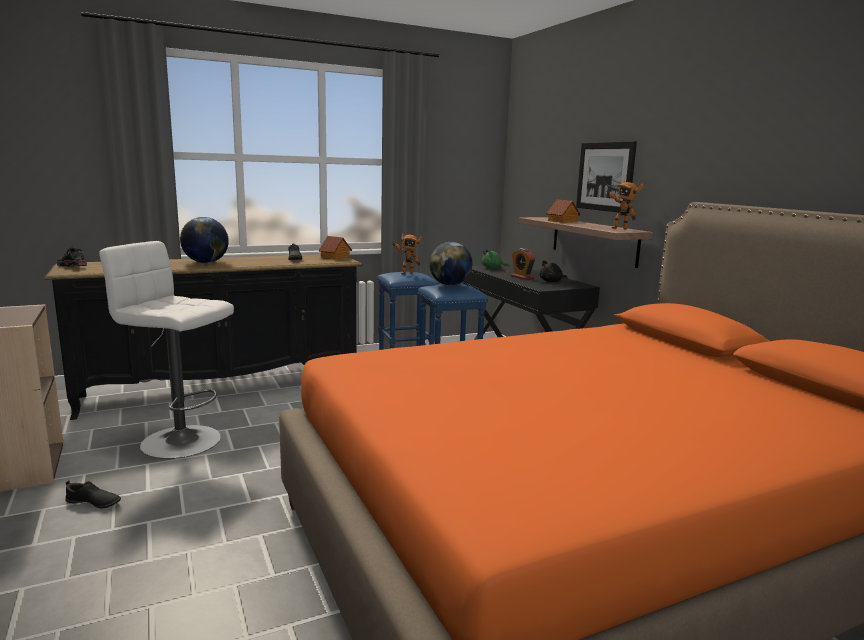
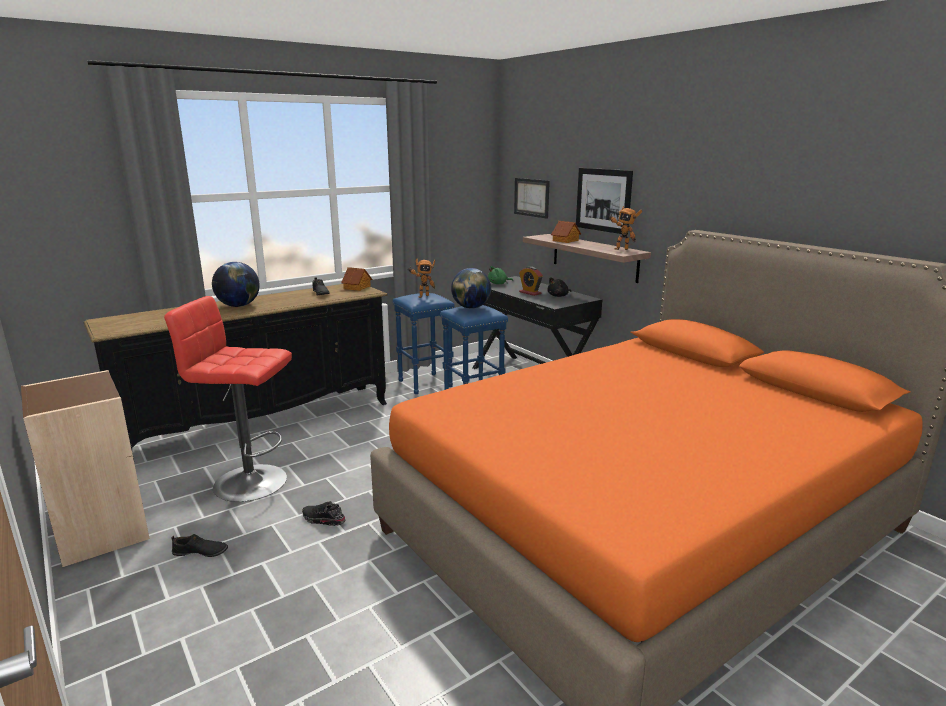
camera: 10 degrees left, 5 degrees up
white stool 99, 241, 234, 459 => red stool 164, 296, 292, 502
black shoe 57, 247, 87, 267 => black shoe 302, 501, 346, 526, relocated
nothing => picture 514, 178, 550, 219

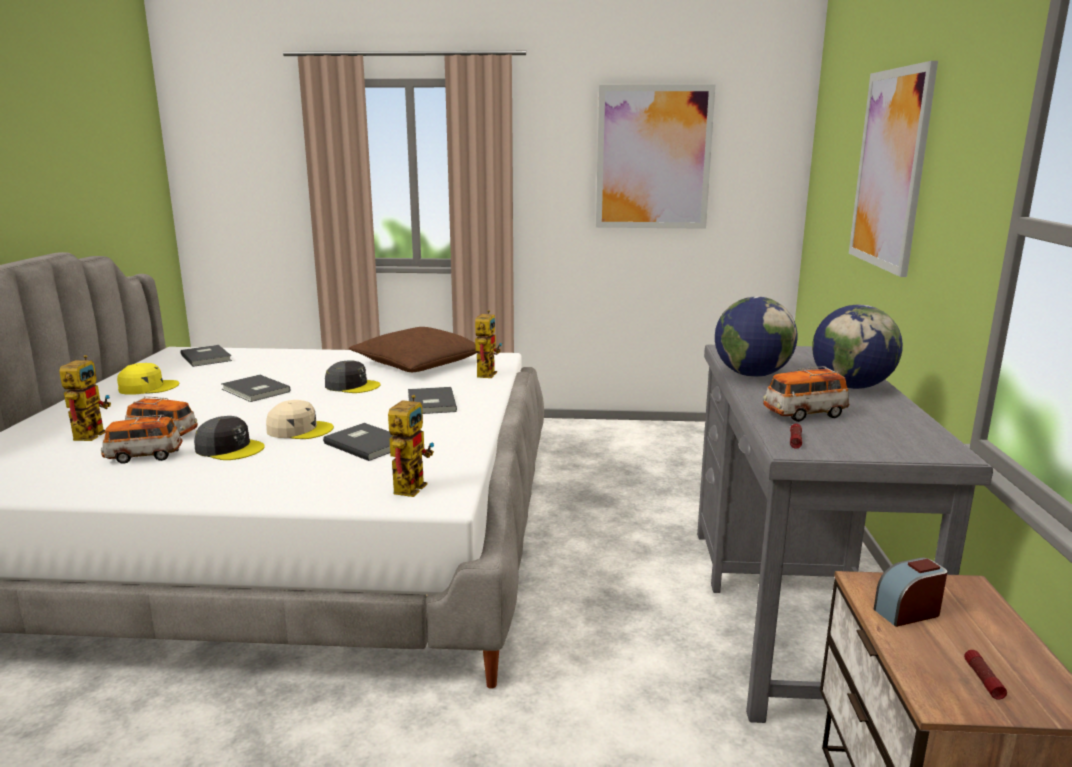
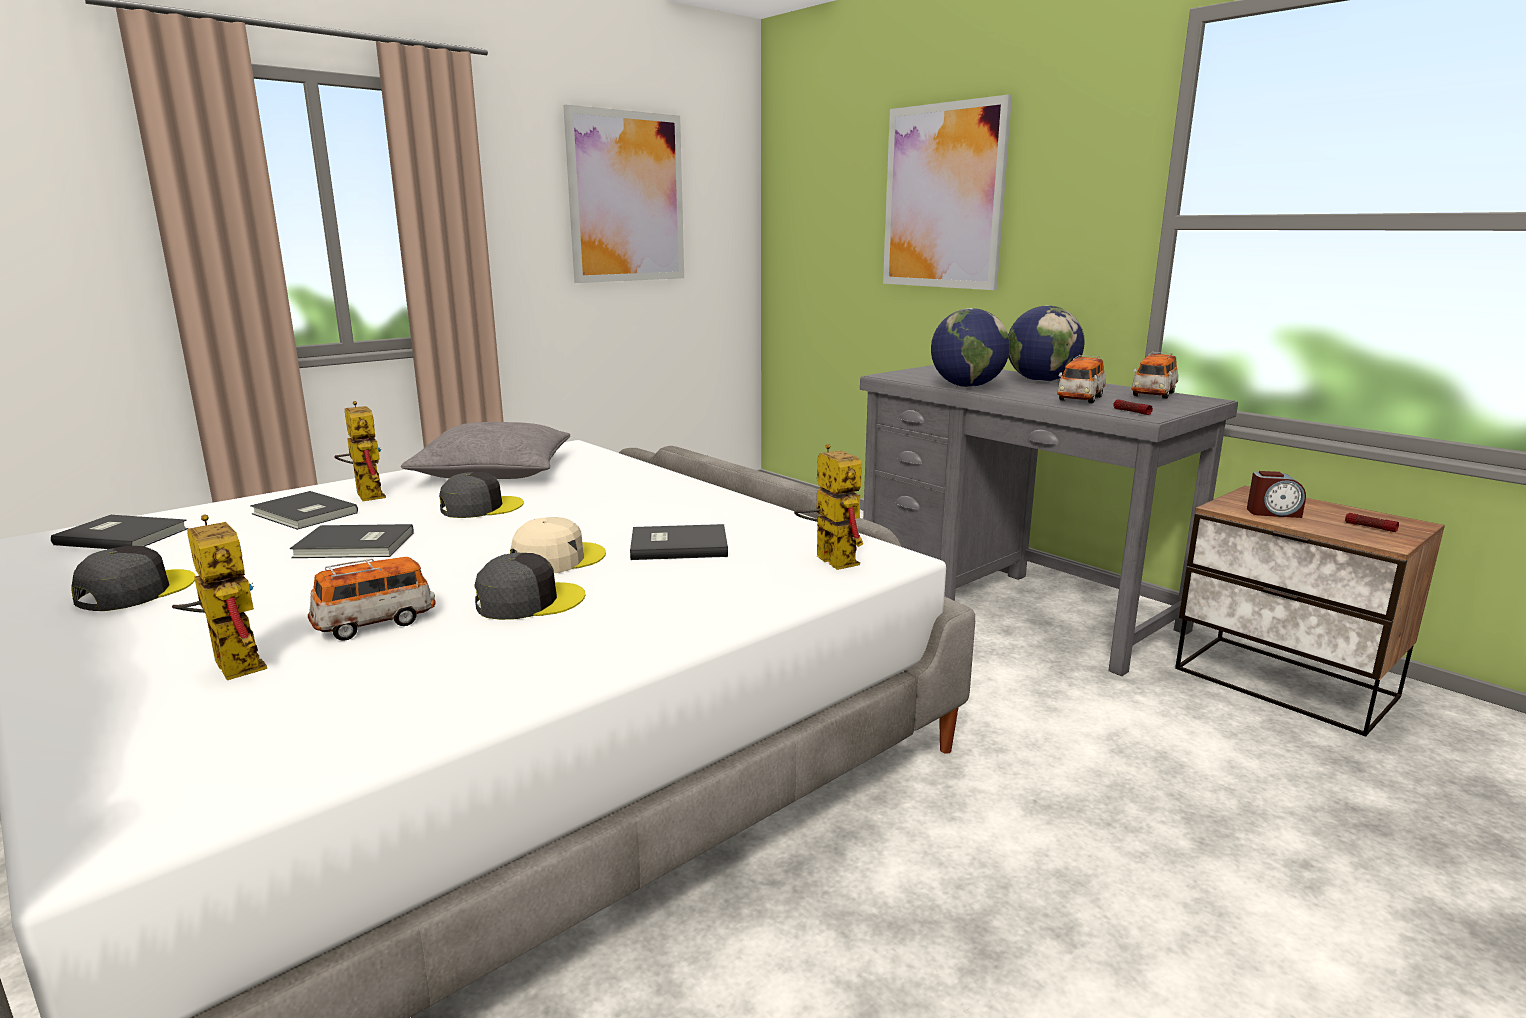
camera: 45 degrees left, 0 degrees up
yellow cap 117, 363, 179, 395 => grey cap 71, 546, 196, 611
grey book 408, 387, 457, 414 => grey book 250, 491, 358, 530, relocated
toy robot 474, 310, 502, 378 => toy robot 334, 401, 386, 501, relocated
brown pillow 349, 327, 479, 372 => grey pillow 401, 422, 570, 479
toy car 101, 415, 183, 464 => toy car 1132, 352, 1178, 399, relocated
alarm clock 874, 558, 947, 627 => alarm clock 1247, 471, 1306, 518, 105 degrees counterclockwise

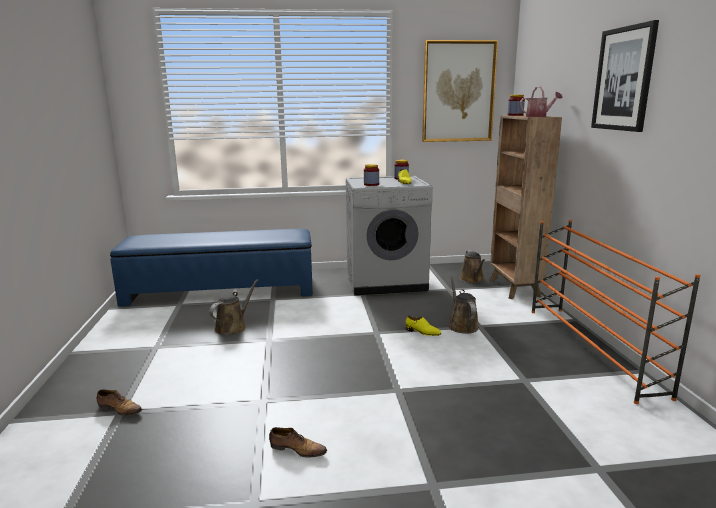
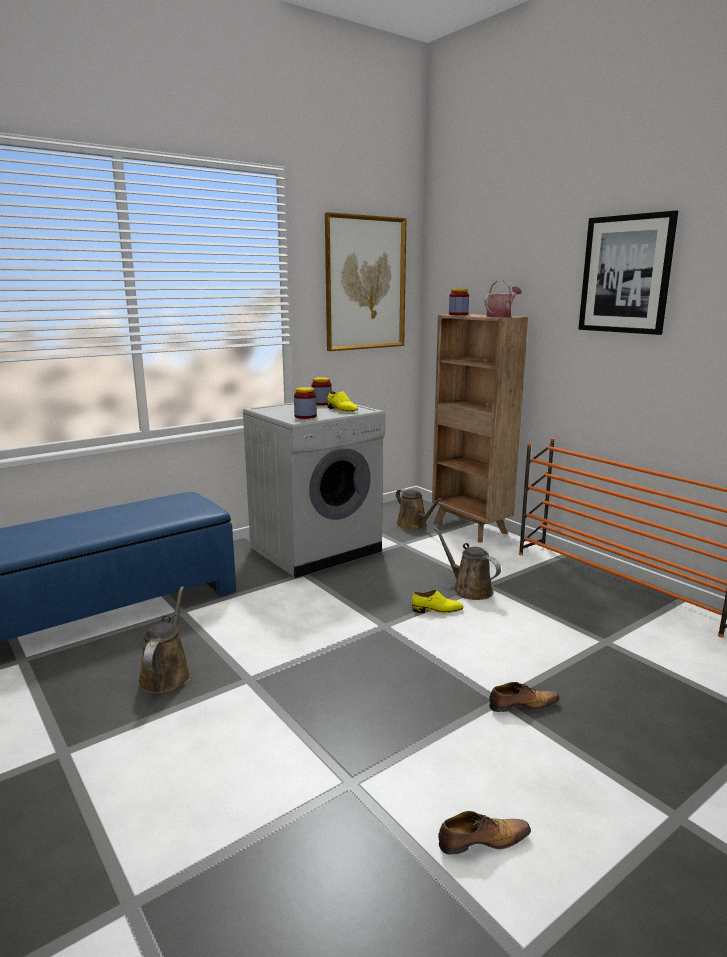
camera: 30 degrees left, 0 degrees up
shoe 97, 389, 142, 416 => shoe 489, 682, 560, 712, relocated

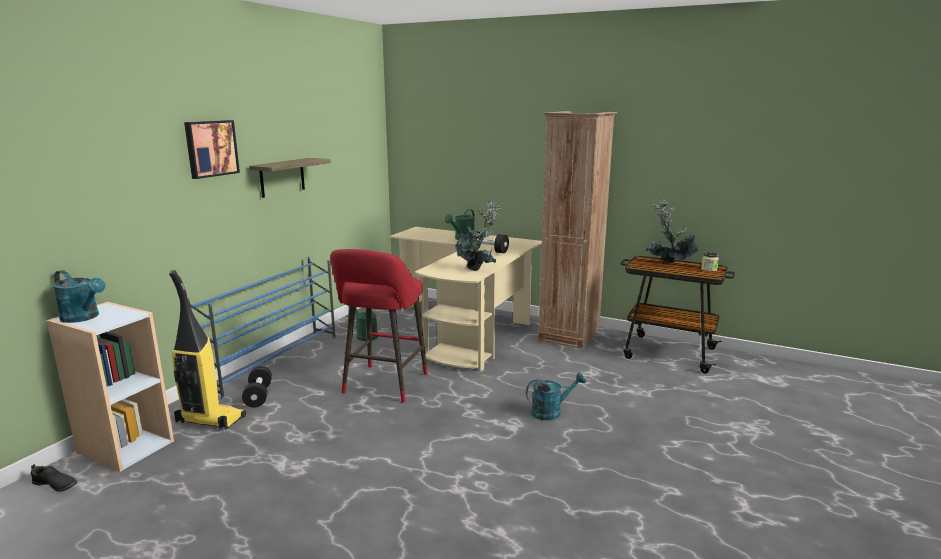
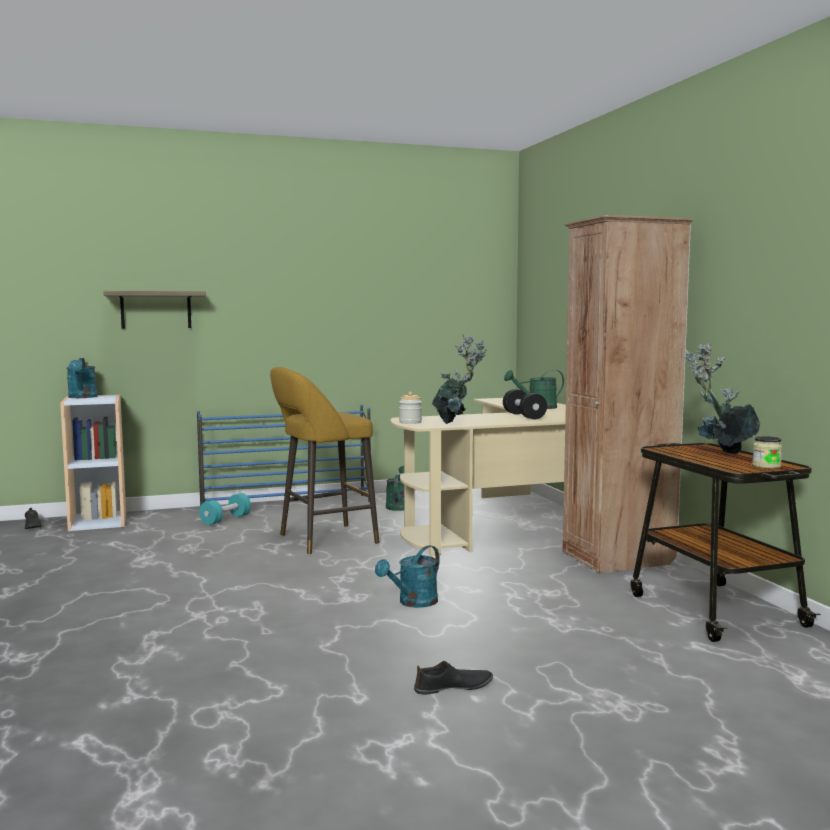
camera: 45 degrees right, 10 degrees down
shelf 249, 158, 331, 198 => shelf 103, 291, 206, 329, relocated
black dumbbell 242, 366, 272, 408 => turquoise dumbbell 199, 493, 251, 525
red stool 330, 249, 428, 402 => yellow stool 270, 367, 380, 554
turquoise watering can 526, 372, 586, 420 => turquoise watering can 375, 545, 440, 608, 105 degrees clockwise
nothing => jar 399, 392, 422, 424
nothing => black shoe 414, 661, 493, 694
vacuum cleaner 169, 270, 246, 430 => nothing
picture 184, 120, 240, 179 => nothing

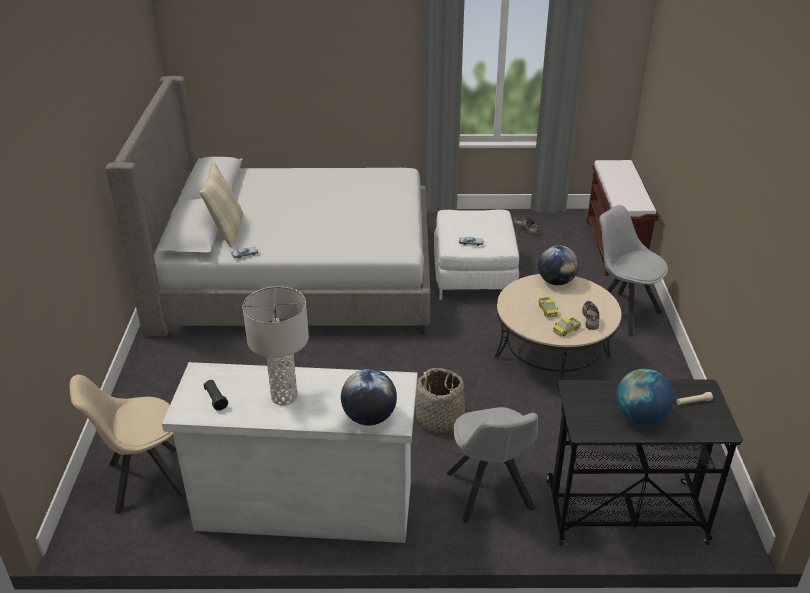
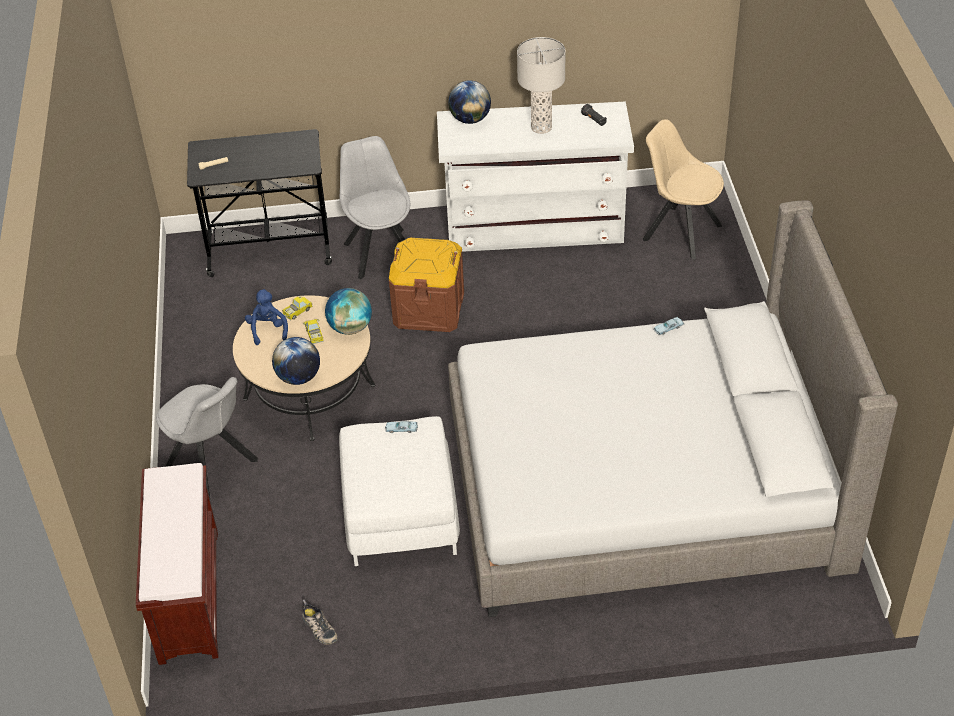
camera: 175 degrees right, 10 degrees up
shoe 582, 301, 599, 330 => blue plush toy 245, 289, 288, 345
globe 616, 369, 674, 425 => globe 325, 288, 372, 335, relocated
basket 415, 368, 465, 434 => brown storage box 389, 238, 464, 332
beige chair 69, 375, 186, 515 => beige chair 643, 119, 724, 260, 120 degrees counterclockwise
beige pillow 200, 161, 243, 247 => nothing

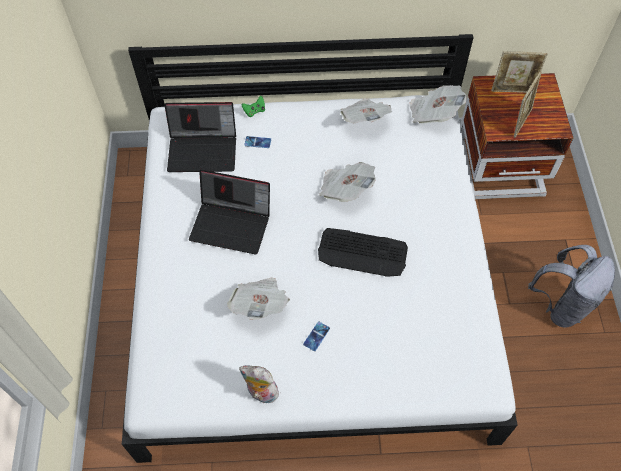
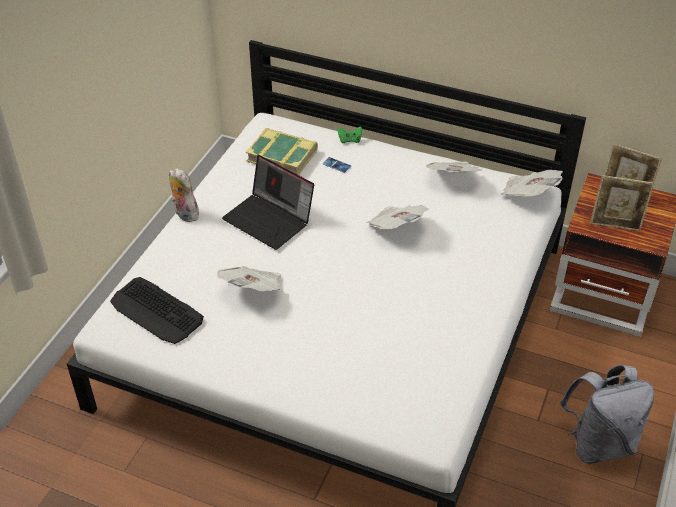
camera: 25 degrees right, 15 degrees down
keyboard 318, 228, 408, 277 => keyboard 110, 277, 204, 344, relocated
plush toy 239, 365, 279, 403 => plush toy 169, 168, 199, 222, relocated
laptop 164, 102, 236, 172 => book 246, 128, 318, 175
picture frame 514, 71, 541, 137 => picture frame 590, 175, 654, 231, 45 degrees clockwise
phone 303, 321, 330, 351 => nothing

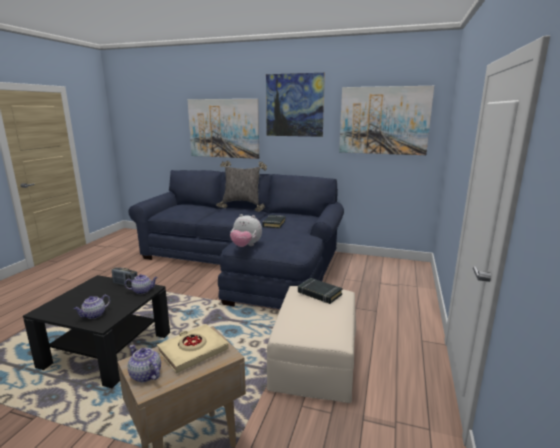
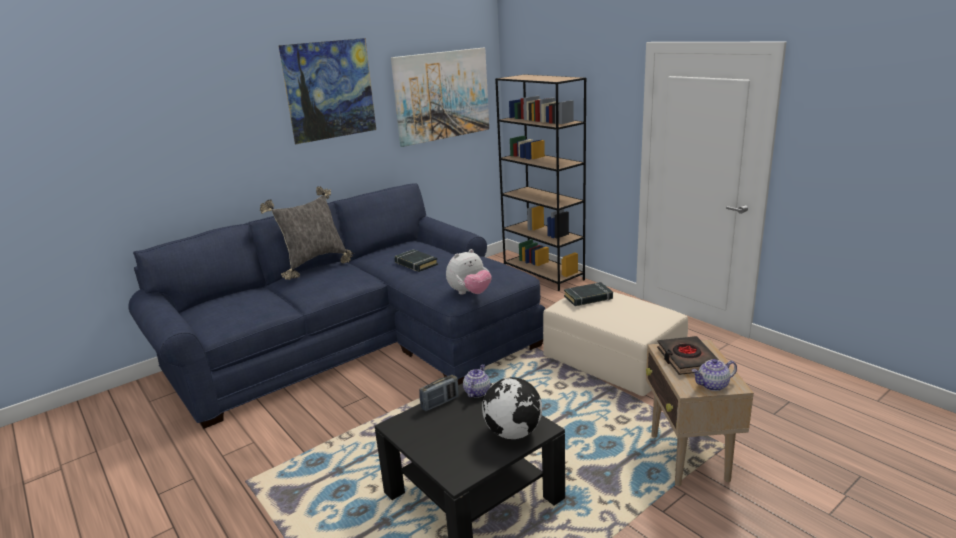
camera: 55 degrees left, 5 degrees up
teapot 73, 295, 110, 319 => globe 482, 377, 542, 439
nothing => beige bookcase 495, 74, 586, 291
beige book 157, 324, 229, 373 => black book 657, 336, 719, 375
picture 188, 99, 259, 159 => nothing

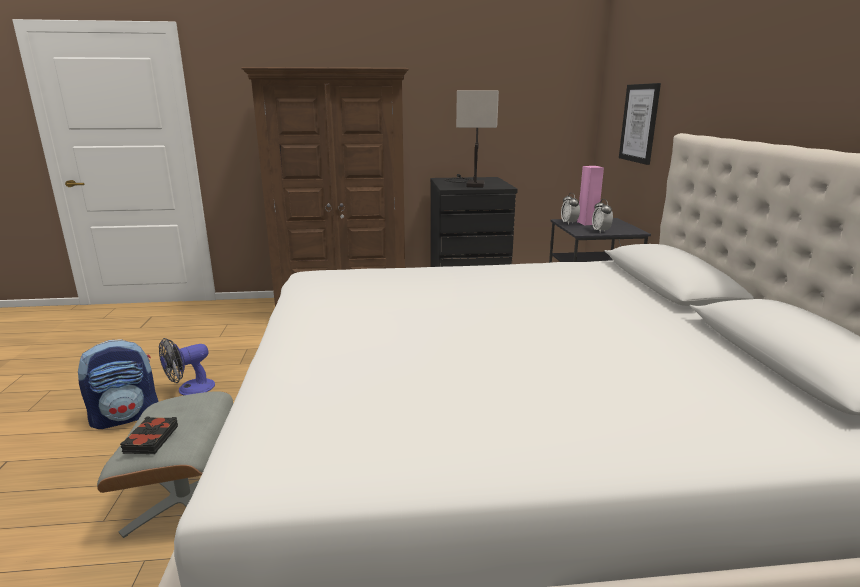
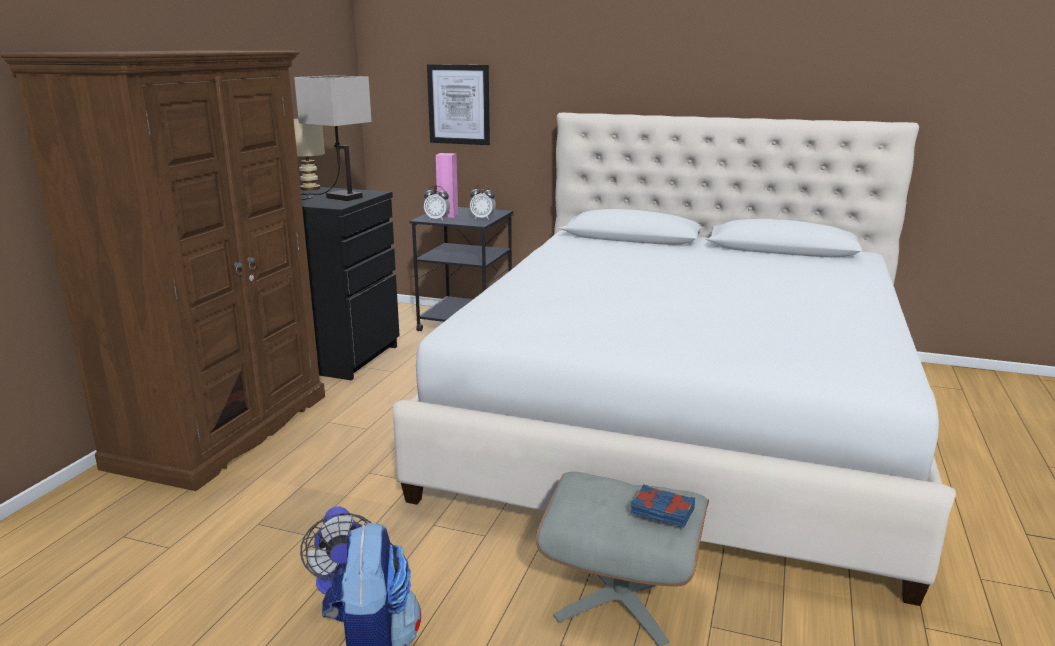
camera: 65 degrees left, 0 degrees up
nothing => beige table lamp 294, 119, 325, 191
black book 120, 417, 178, 454 => blue book 631, 484, 695, 528

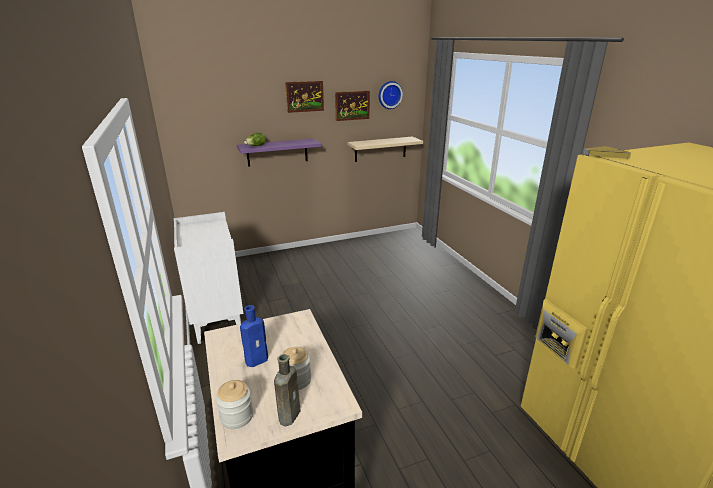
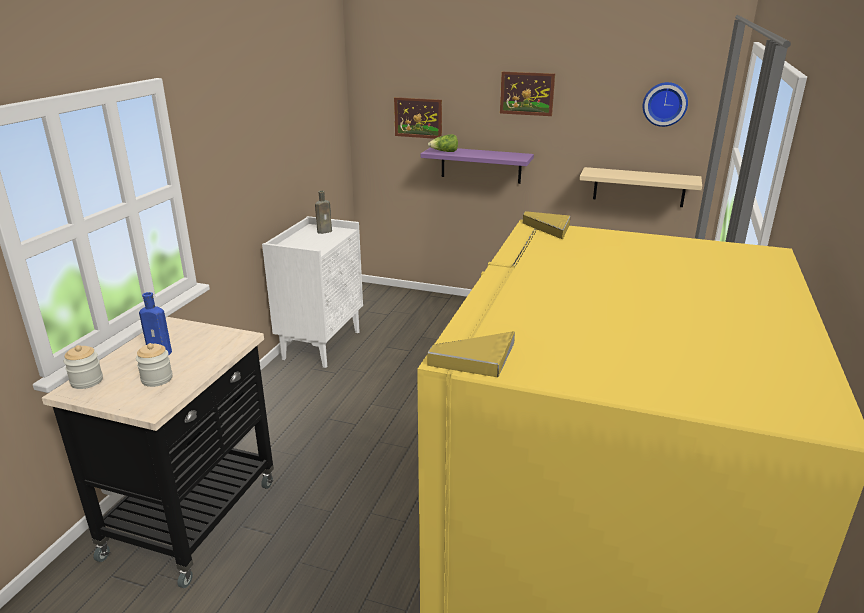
camera: 40 degrees right, 0 degrees up
brown bottle 274, 354, 301, 427 => brown bottle 315, 191, 332, 234, relocated
picture 335, 91, 370, 121 => picture 394, 97, 442, 139, relocated

